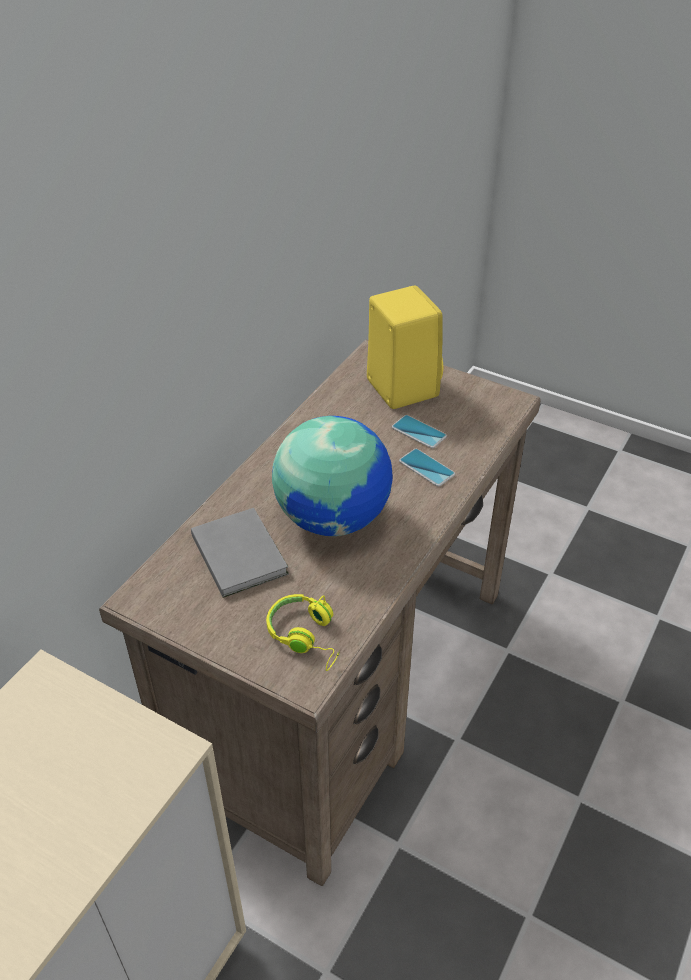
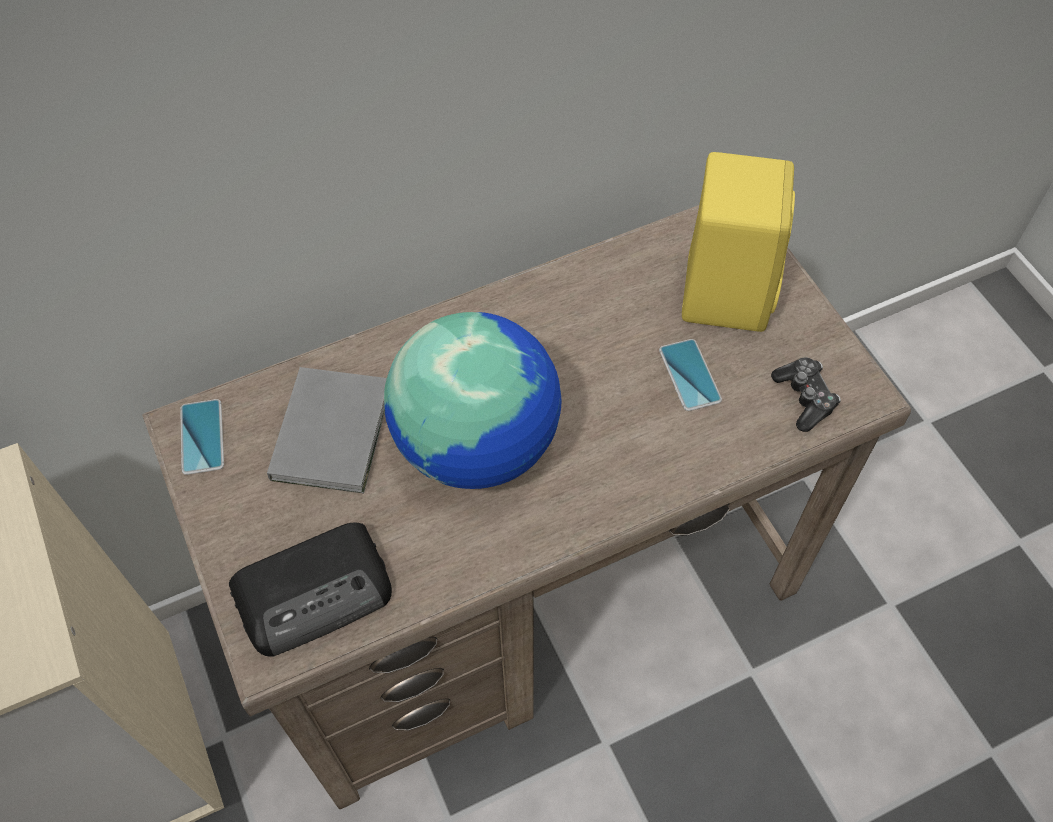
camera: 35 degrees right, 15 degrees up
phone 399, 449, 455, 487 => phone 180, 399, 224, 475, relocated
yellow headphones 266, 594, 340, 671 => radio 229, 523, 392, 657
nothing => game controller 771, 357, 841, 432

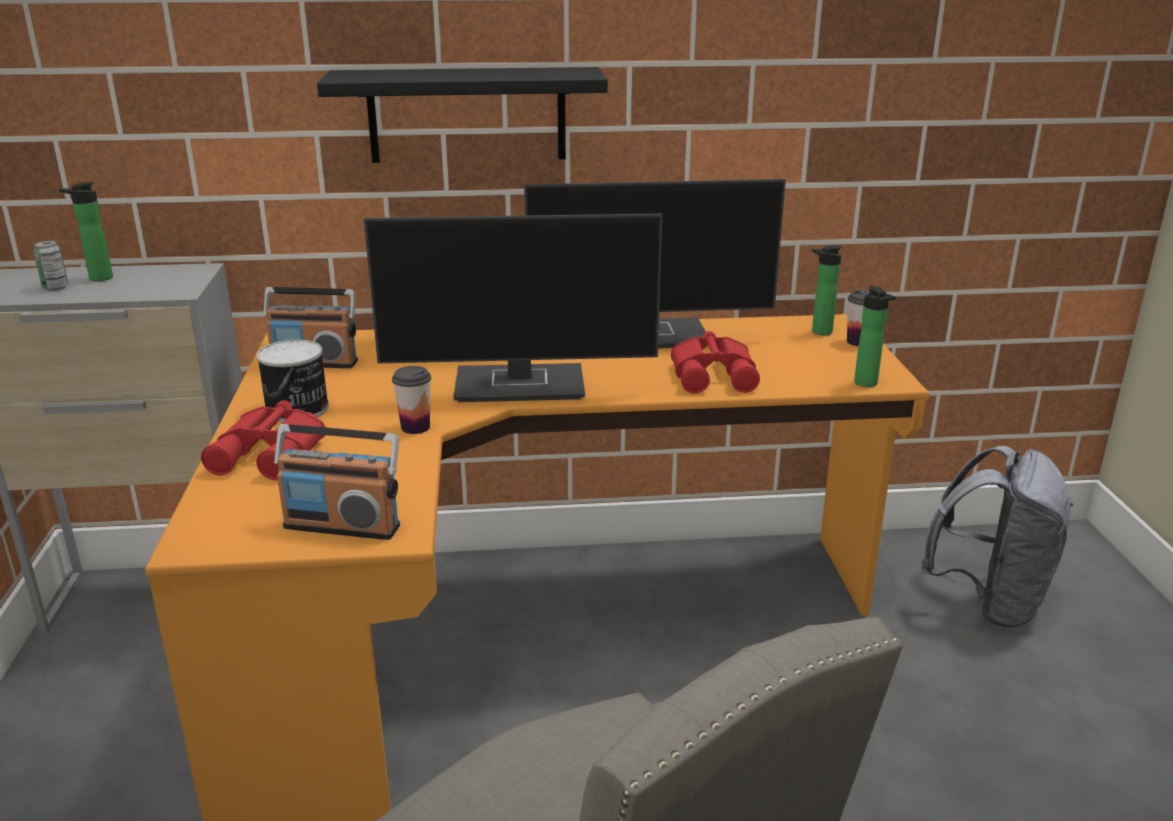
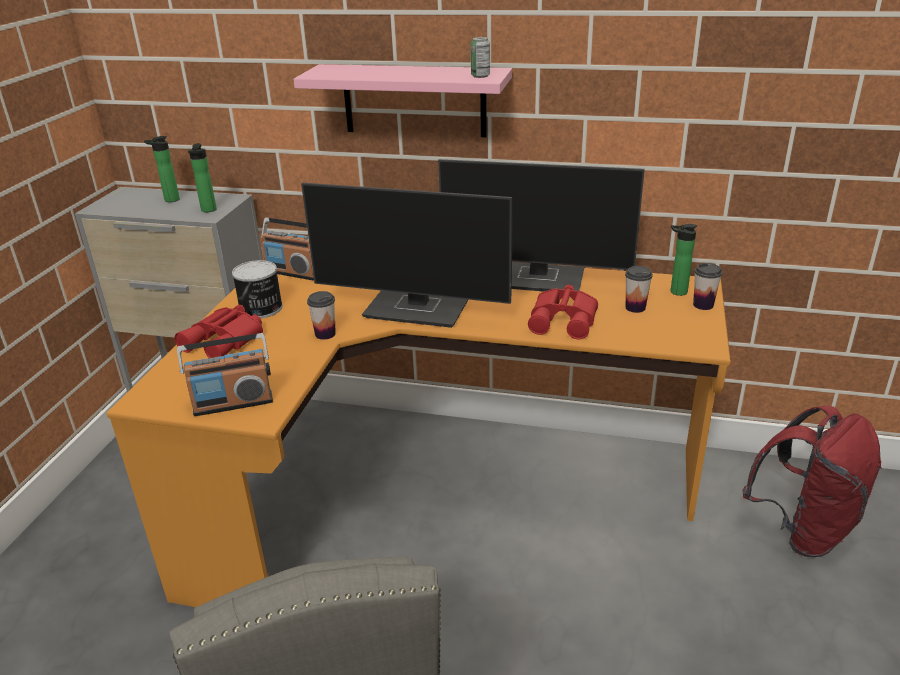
camera: 20 degrees right, 5 degrees up
radio 274, 424, 400, 540 => radio 177, 333, 273, 416, 45 degrees counterclockwise
bottle 854, 286, 896, 387 => bottle 188, 143, 217, 212, relocated
black shelf 317, 67, 608, 163 => pink shelf 293, 64, 512, 137
can 33, 241, 68, 291 => can 470, 37, 490, 78, relocated
nothing => cup 625, 266, 653, 313
grey backpack 921, 446, 1074, 628 => red backpack 742, 405, 882, 557

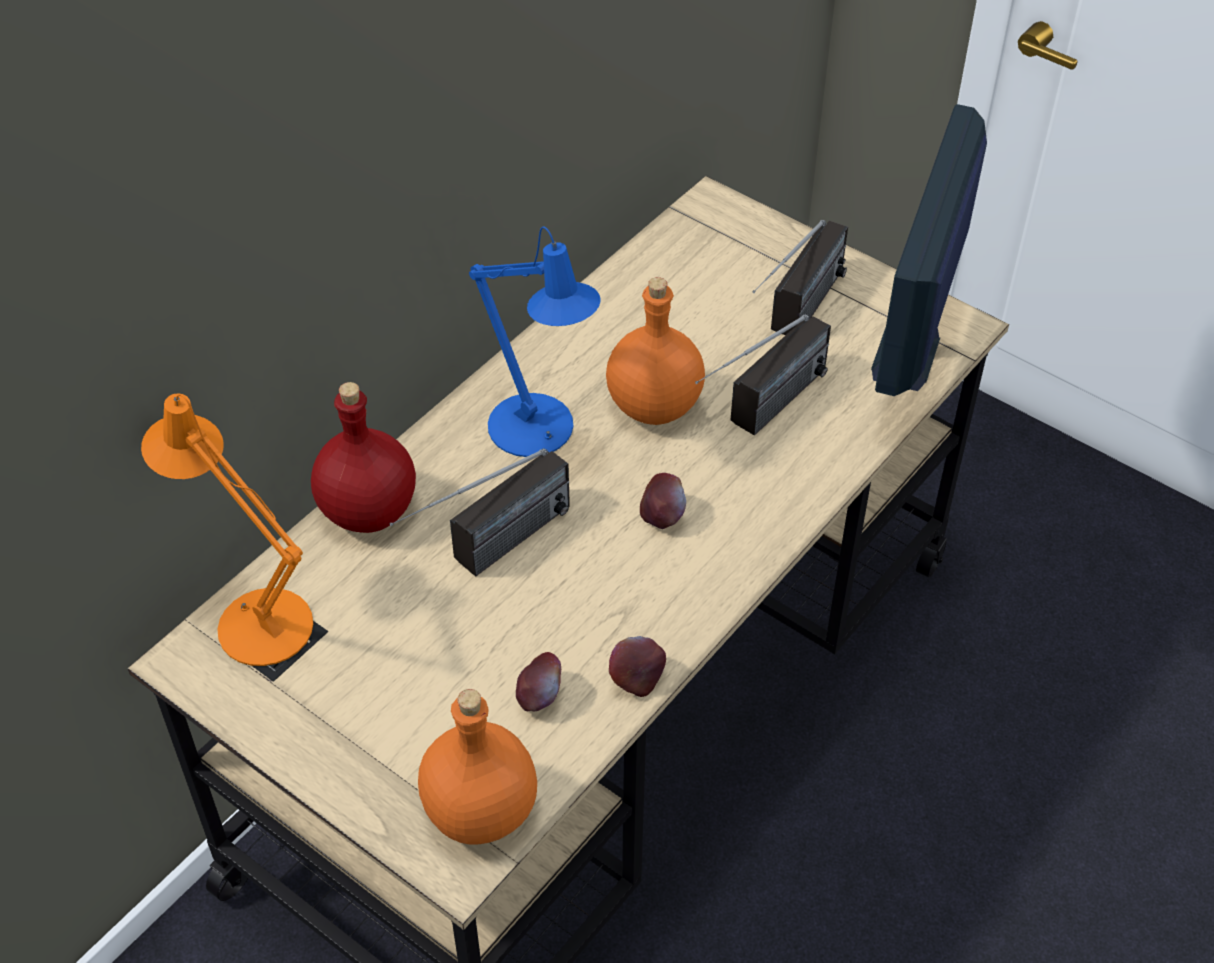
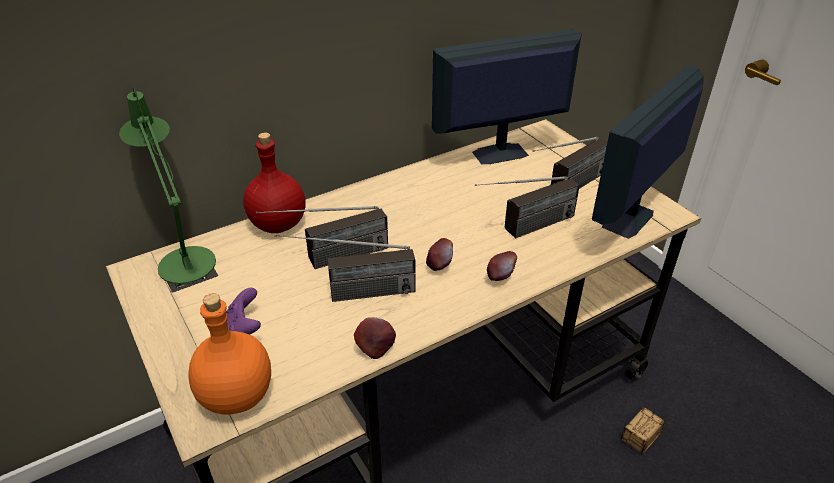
camera: 20 degrees right, 10 degrees down
orange table lamp 141, 393, 313, 666 => green table lamp 119, 87, 216, 284
nothing => purple game controller 226, 288, 261, 335
nothing => radio 275, 234, 416, 302
nothing => monitor 432, 29, 582, 164
apple 516, 652, 561, 711 => apple 487, 251, 517, 281, relocated
nothing => storage box 621, 407, 665, 454
blue table lamp 469, 226, 601, 457 => nothing
orange bottle 606, 277, 705, 425 => nothing

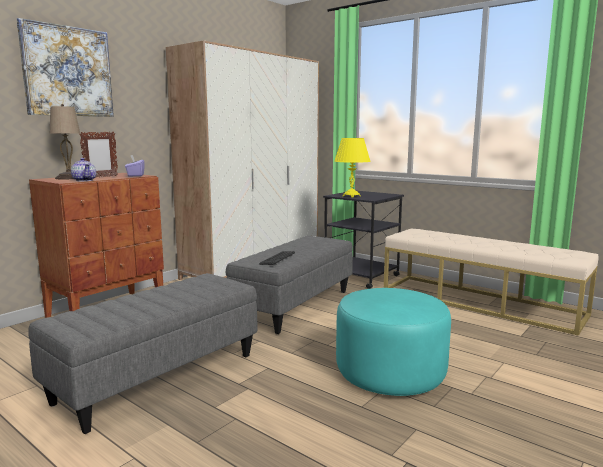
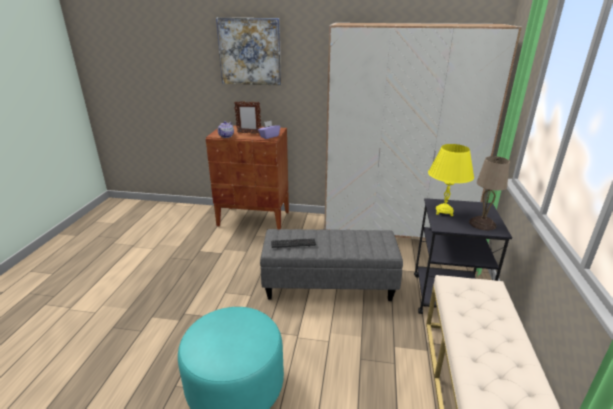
camera: 60 degrees right, 15 degrees up
beige table lamp 50, 104, 80, 179 => beige table lamp 469, 156, 510, 230, relocated
grey ottoman 28, 273, 258, 434 => nothing

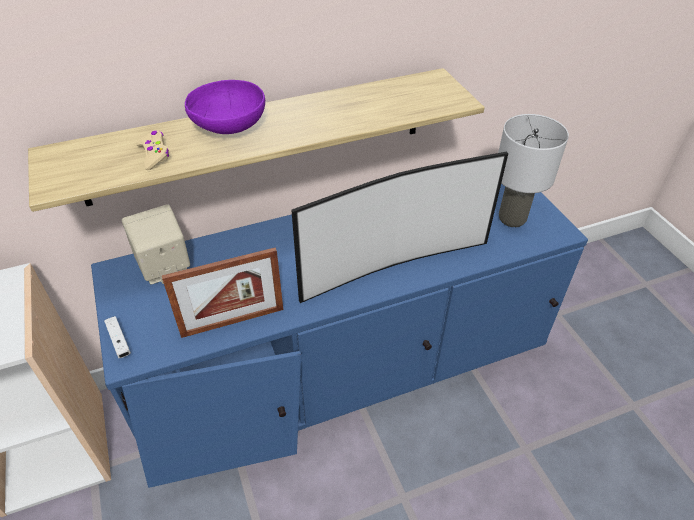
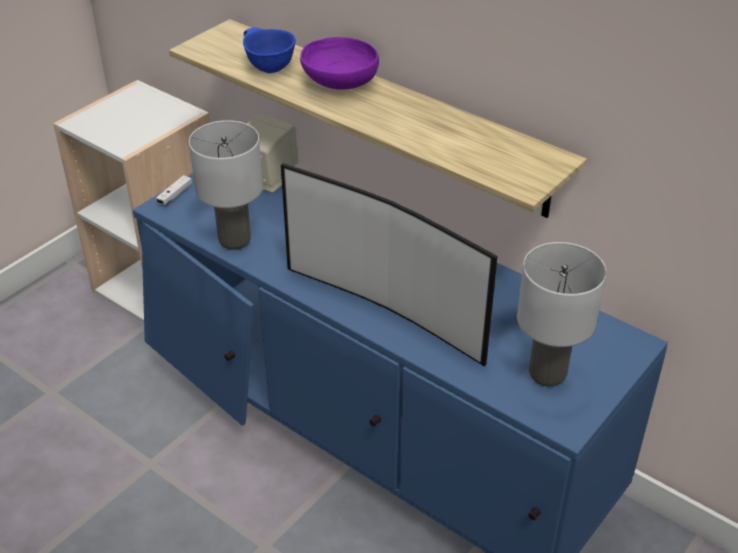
camera: 60 degrees right, 5 degrees down
picture frame 162, 247, 283, 338 => white table lamp 189, 120, 263, 250
beige game controller 136, 131, 169, 170 => blue bowl 243, 27, 296, 73

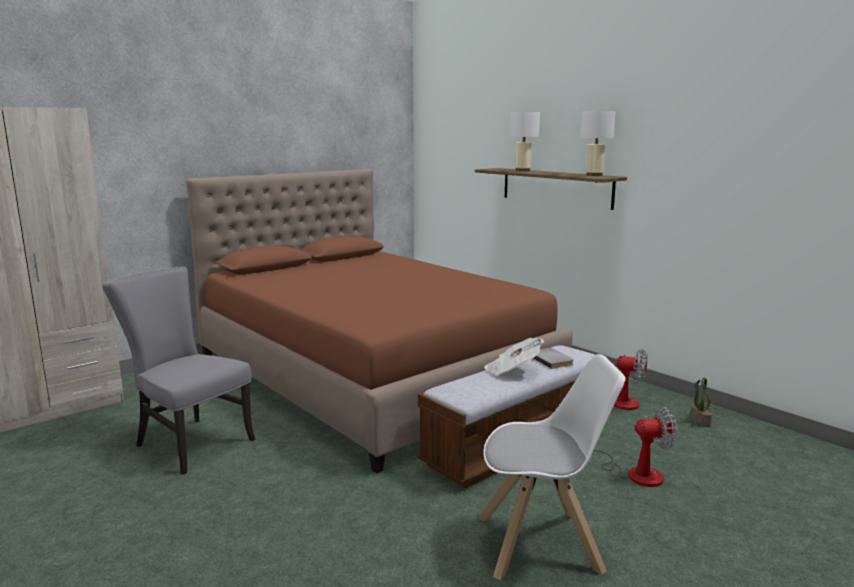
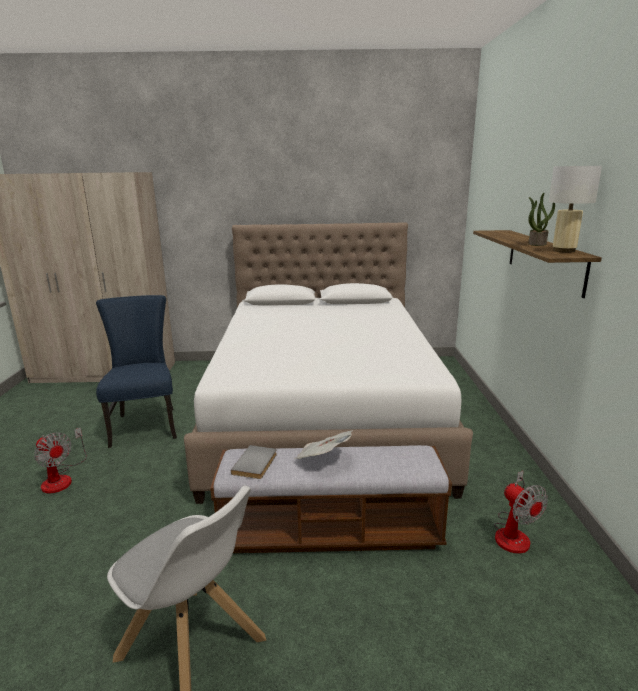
camera: 40 degrees right, 5 degrees up
fan 594, 406, 677, 487 => fan 34, 427, 87, 494, relocated
grey chair 102, 267, 255, 475 => blue chair 96, 295, 177, 448
brown bed 186, 169, 573, 473 => white bed 184, 222, 473, 504
grey book 533, 348, 574, 369 => grey book 231, 445, 277, 479, relocated
potted plant 690, 377, 713, 427 => potted plant 528, 193, 555, 246, relocated
white table lamp 509, 112, 540, 172 => nothing

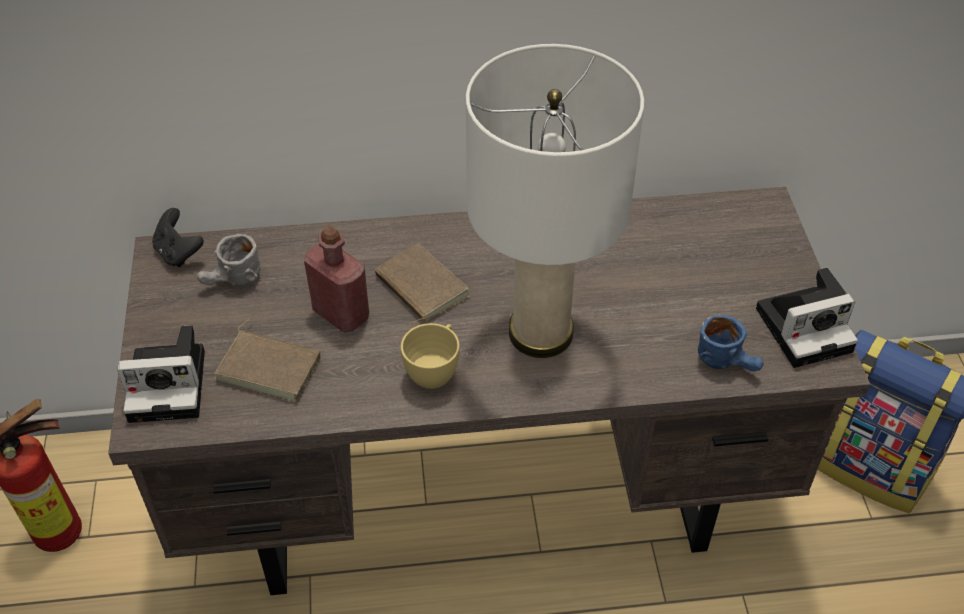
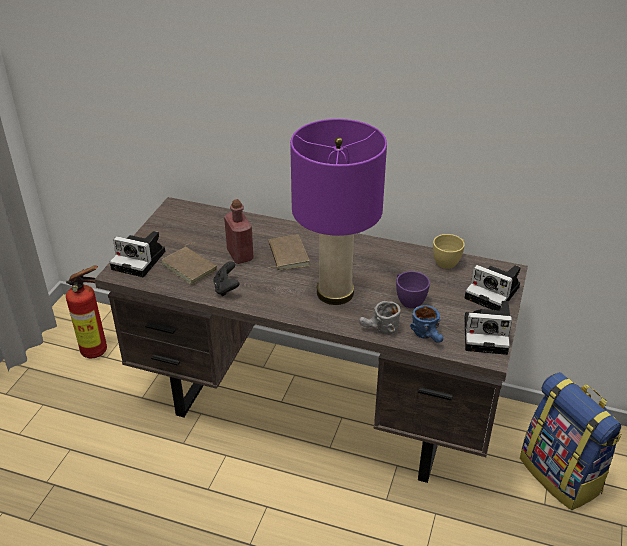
camera: 25 degrees right, 10 degrees down
black game controller 152, 208, 204, 267 => black game controller 213, 261, 239, 296, relocated
white table lamp 466, 44, 644, 358 => purple table lamp 290, 119, 387, 305
grey mug 197, 234, 261, 286 => grey mug 359, 301, 401, 335, relocated
nothing => purple cup 396, 271, 430, 308
yellow cup 401, 323, 460, 389 => yellow cup 433, 234, 465, 269, relocated
nothing => photo camera 465, 265, 521, 310

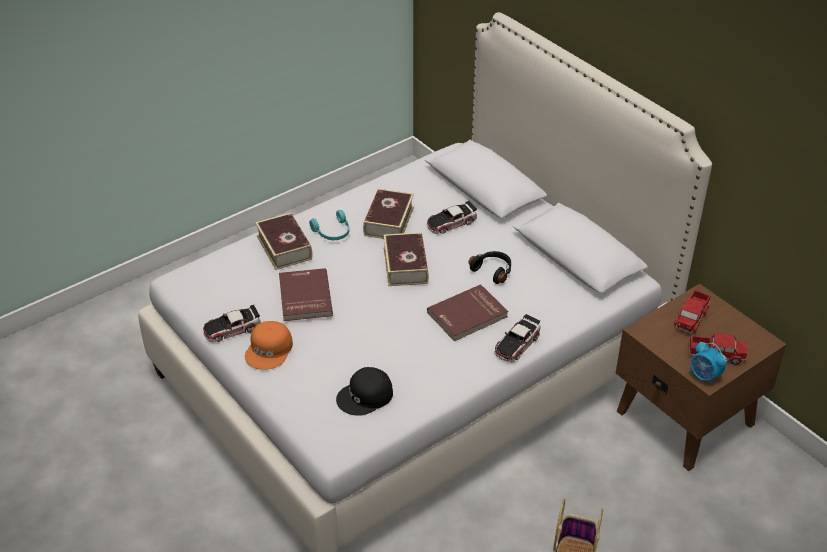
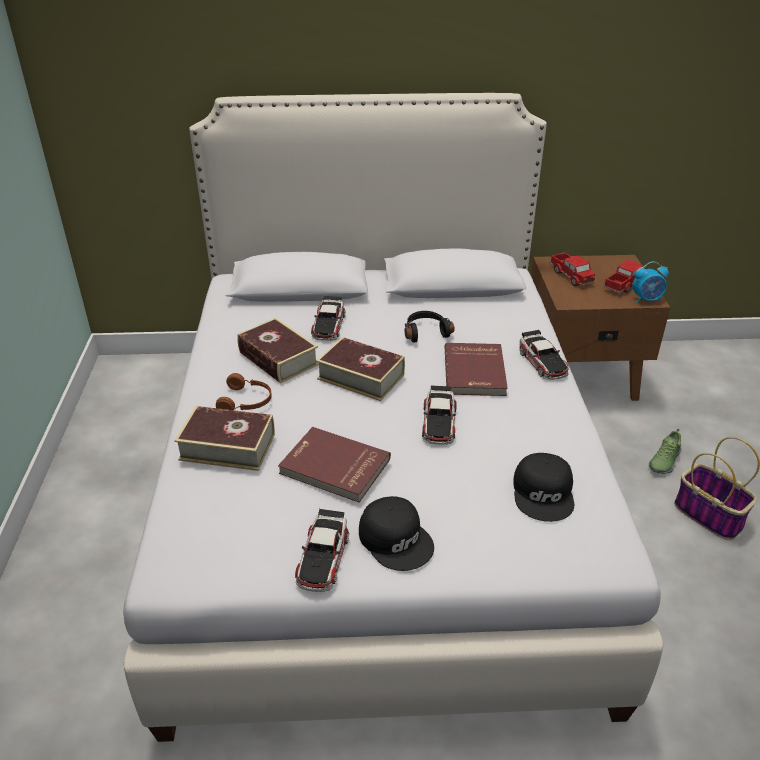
camera: 55 degrees left, 5 degrees down
turquoise headphones 309, 210, 349, 240 => brown headphones 216, 373, 272, 410
orange cap 245, 321, 293, 370 => black cap 359, 496, 434, 571
nothing => toy car 422, 385, 457, 445
nothing => shoe 649, 429, 681, 474

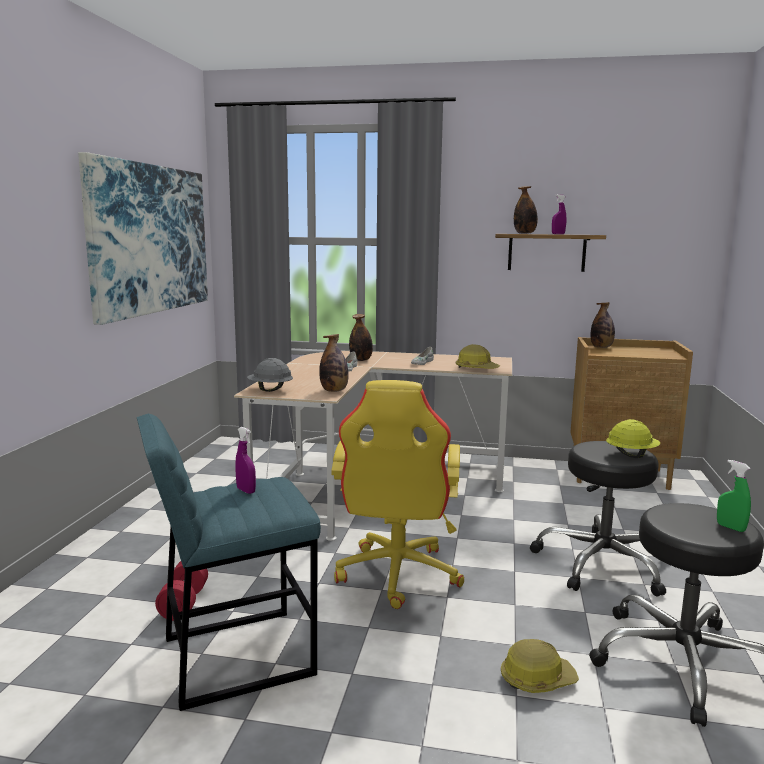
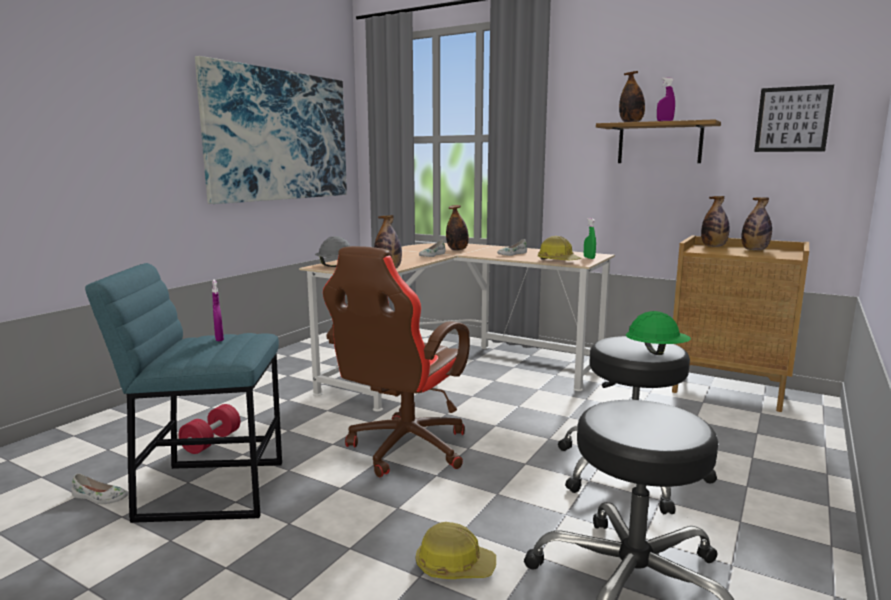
camera: 20 degrees right, 0 degrees up
nothing => white shoe 72, 474, 128, 504
yellow office chair 331, 380, 464, 609 => brown office chair 323, 246, 470, 477
green spray bottle 717, 460, 751, 532 => green spray bottle 584, 218, 596, 259, relocated
yellow hard hat 606, 419, 660, 458 => green hard hat 626, 311, 691, 355
nothing => bottle 741, 197, 772, 250
nothing => picture 754, 85, 834, 152

